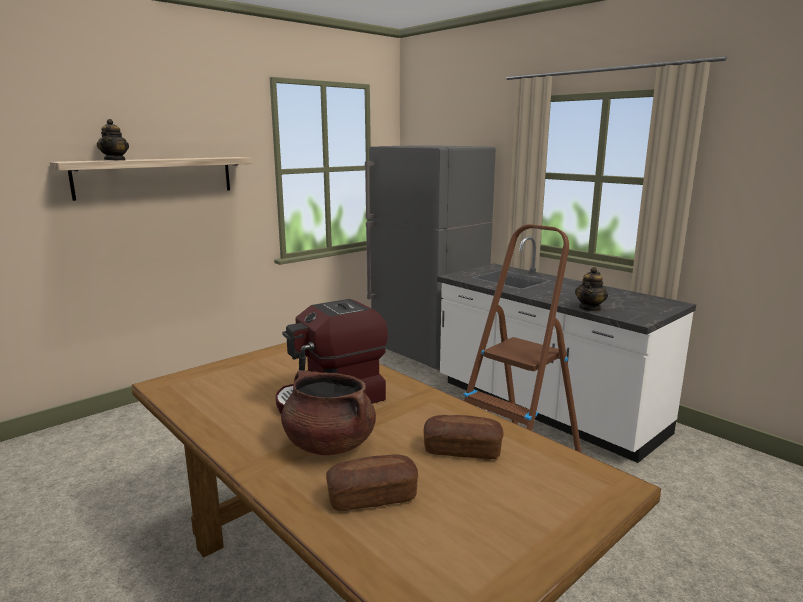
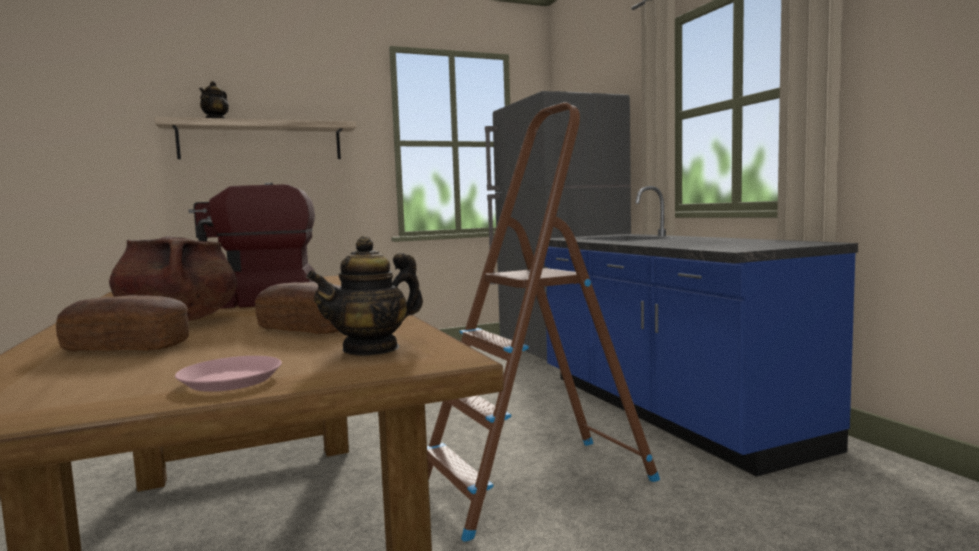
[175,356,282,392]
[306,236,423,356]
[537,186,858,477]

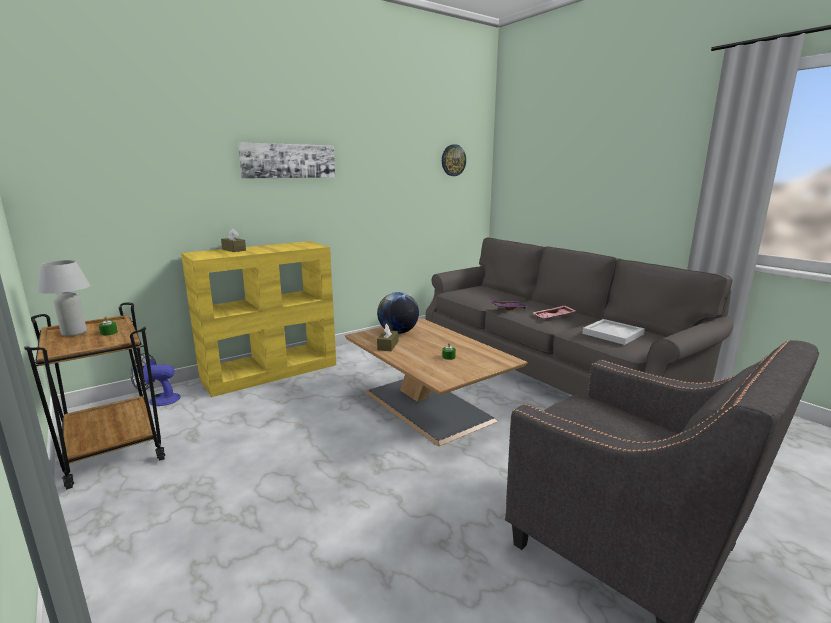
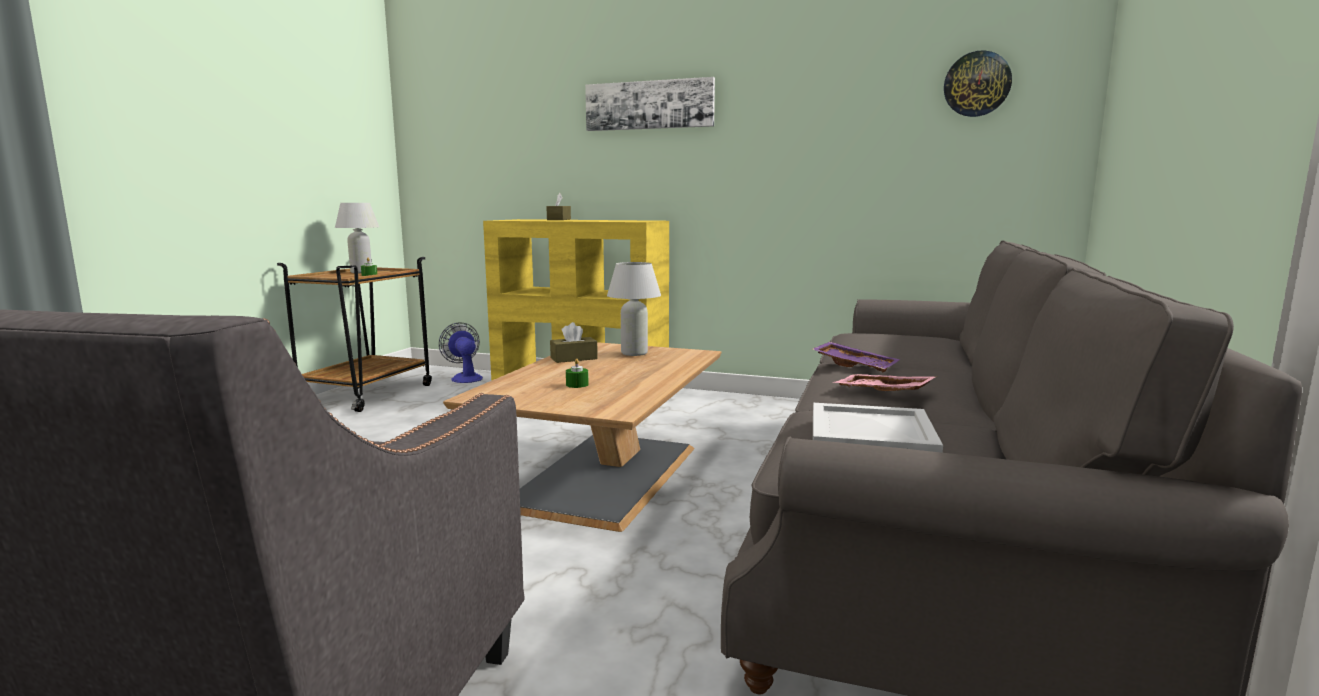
[607,262,661,356]

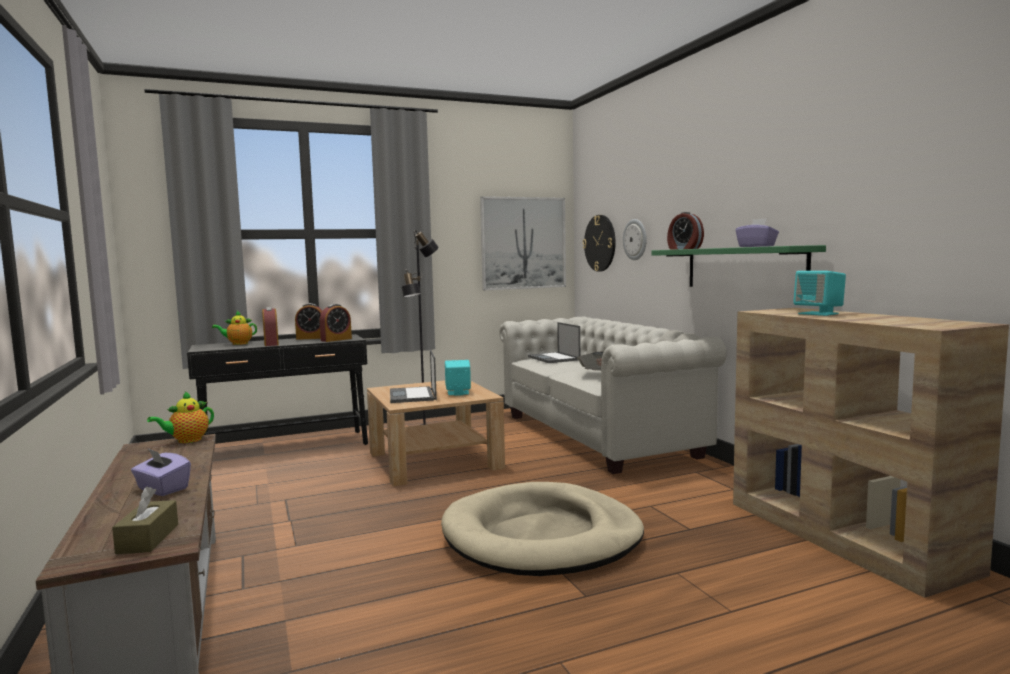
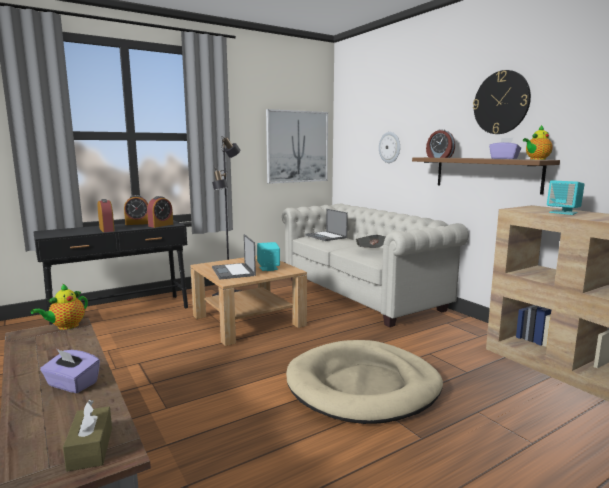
[412,157,560,195]
[473,70,531,134]
[523,125,553,160]

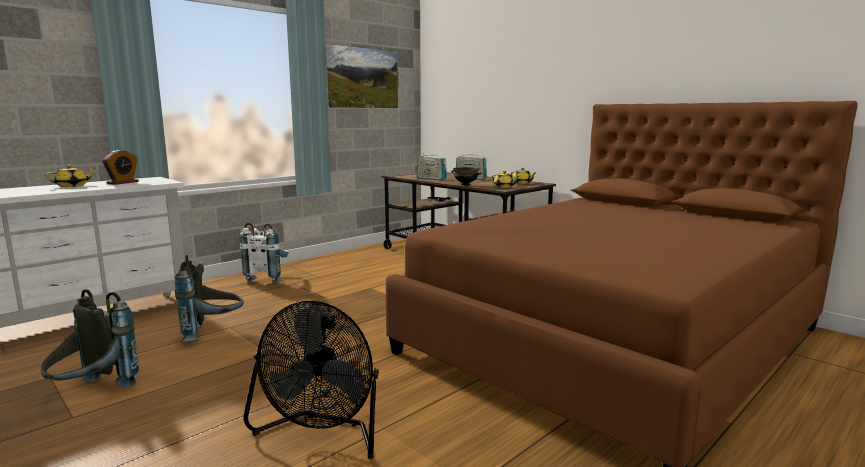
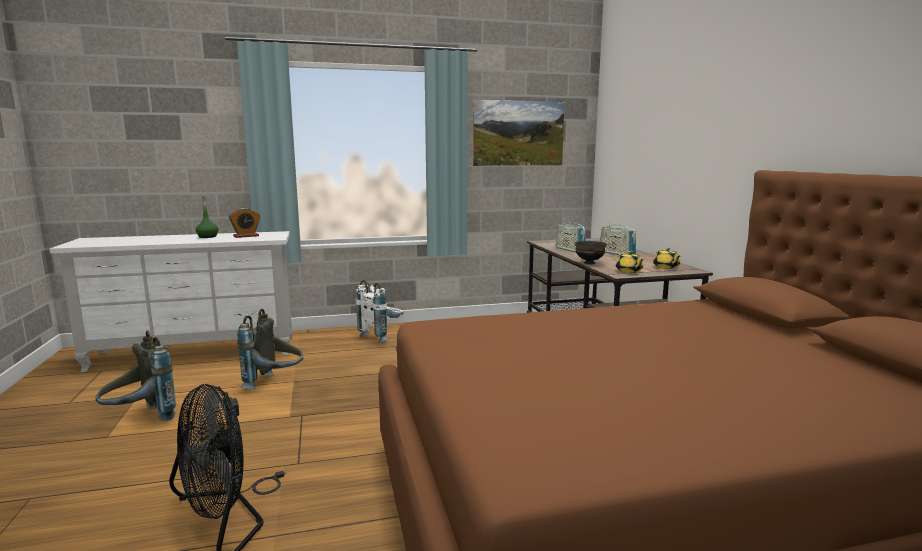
[196,197,218,238]

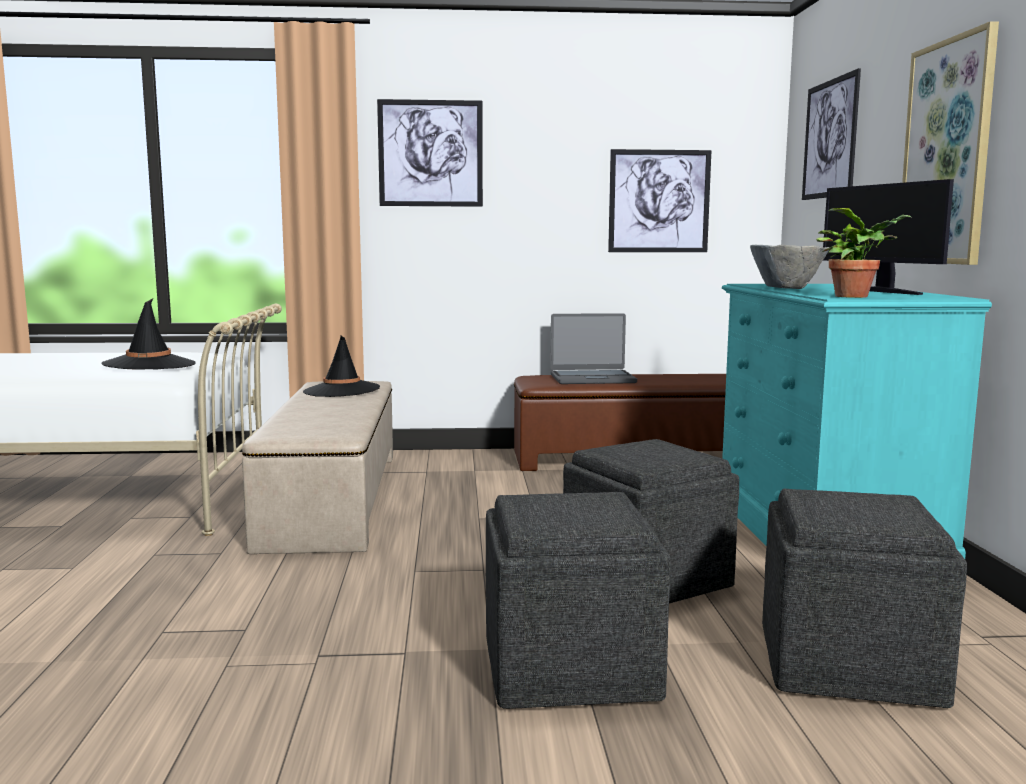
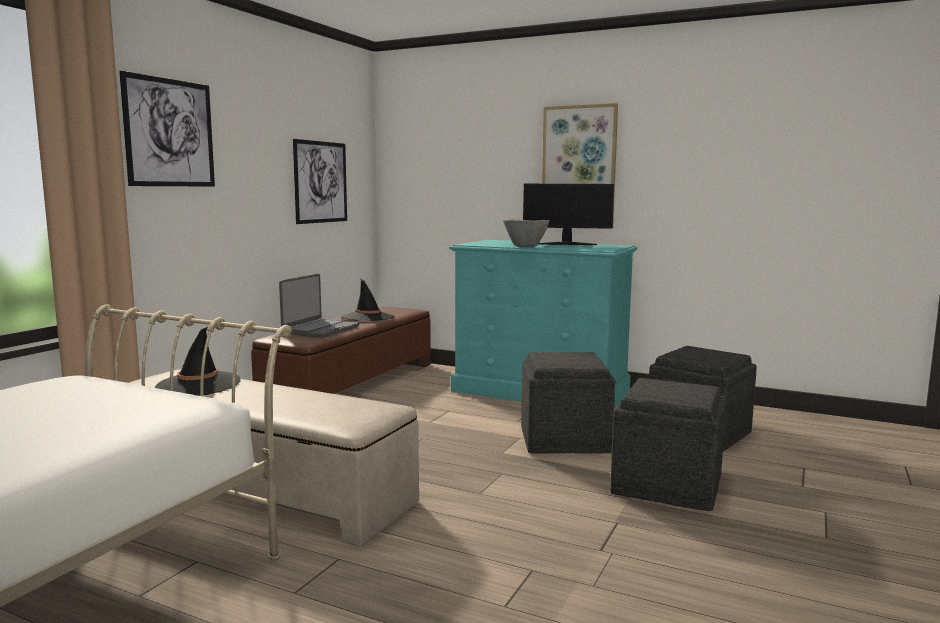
[341,278,395,321]
[802,68,861,200] (first image)
[816,208,912,298] (first image)

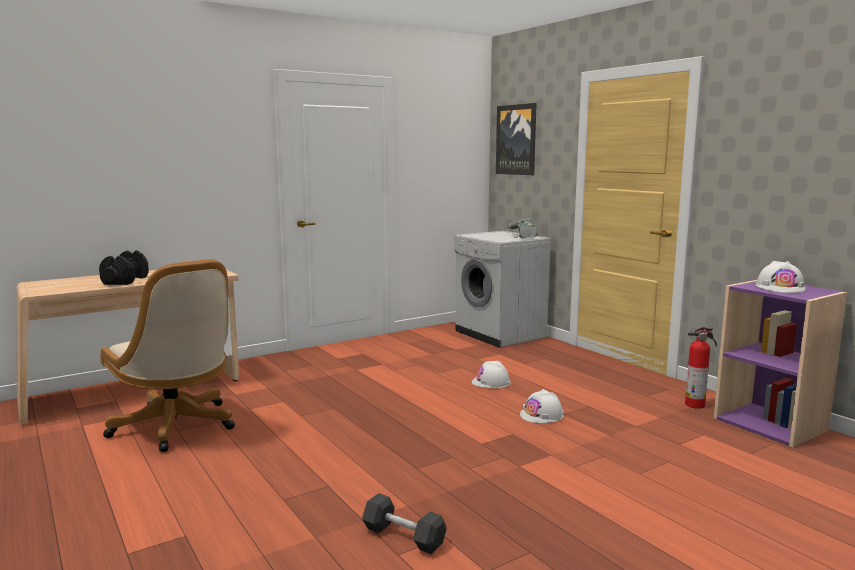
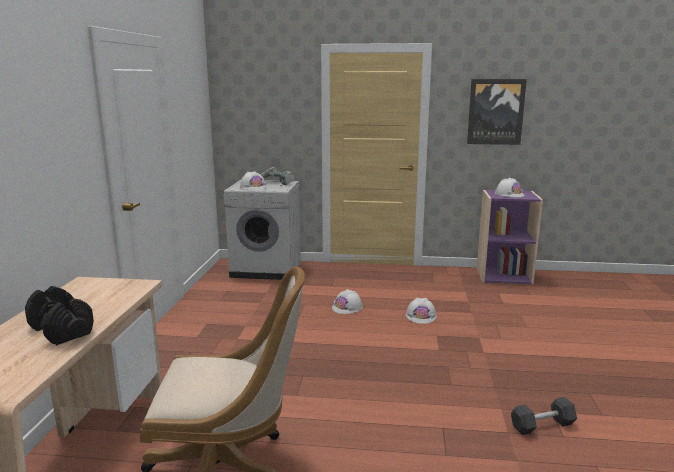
[240,171,267,190]
[467,79,527,145]
[685,327,717,409] (first image)

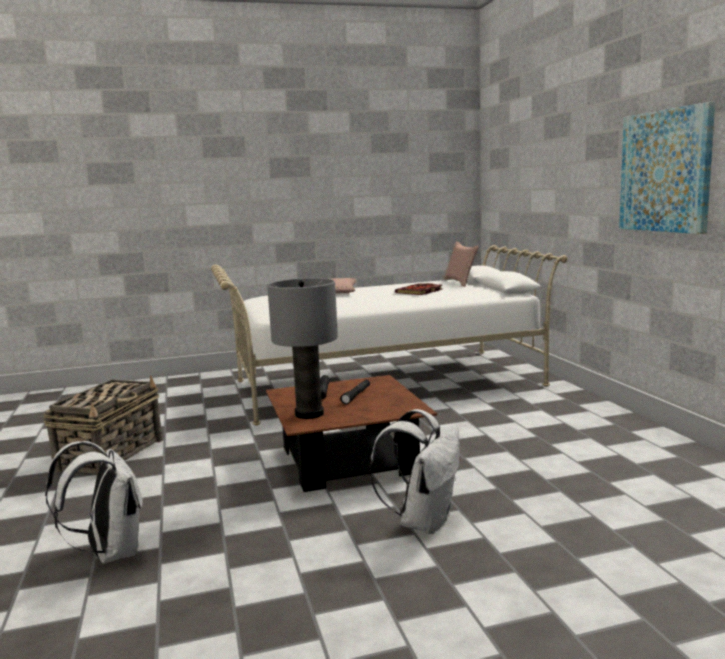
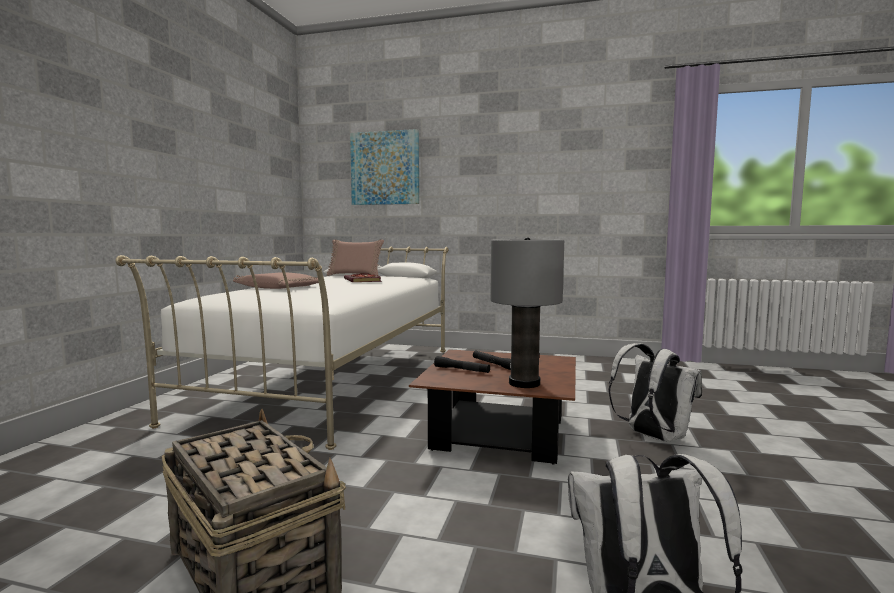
[350,129,419,205]

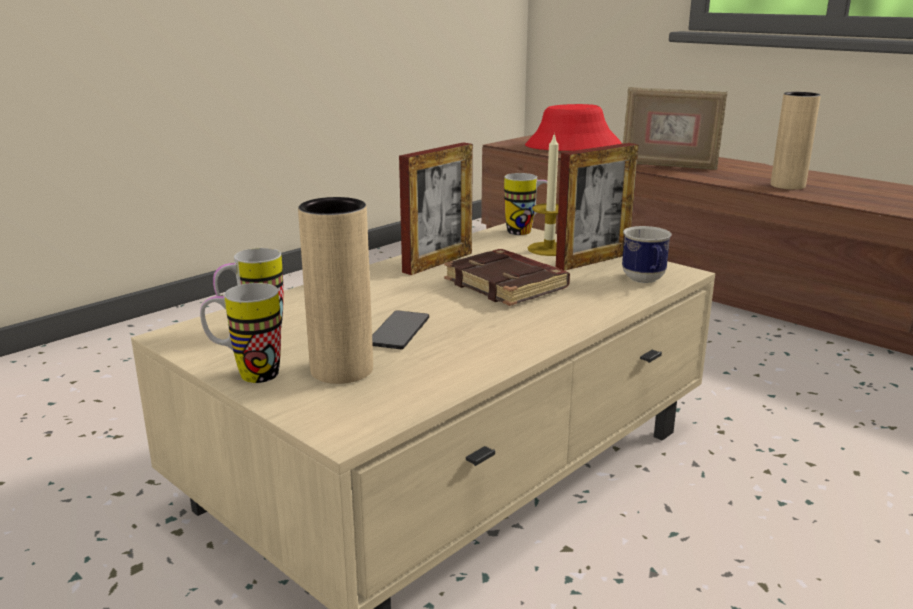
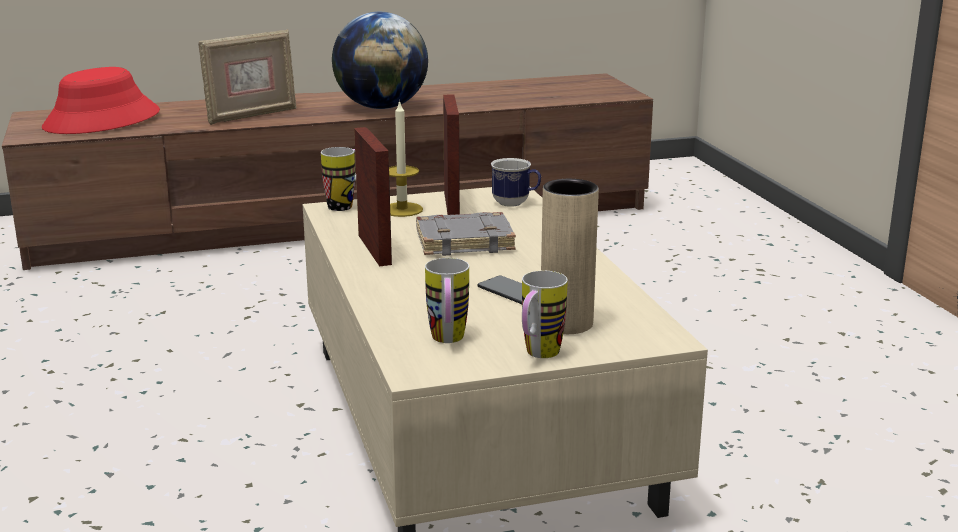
[332,12,428,109]
[416,212,516,256]

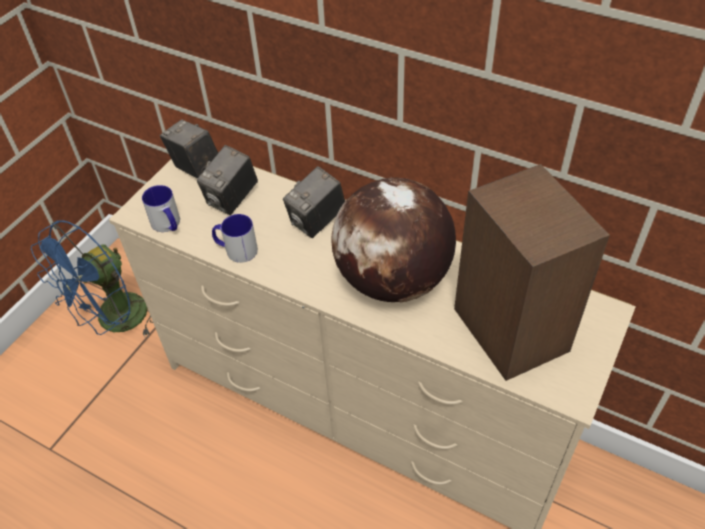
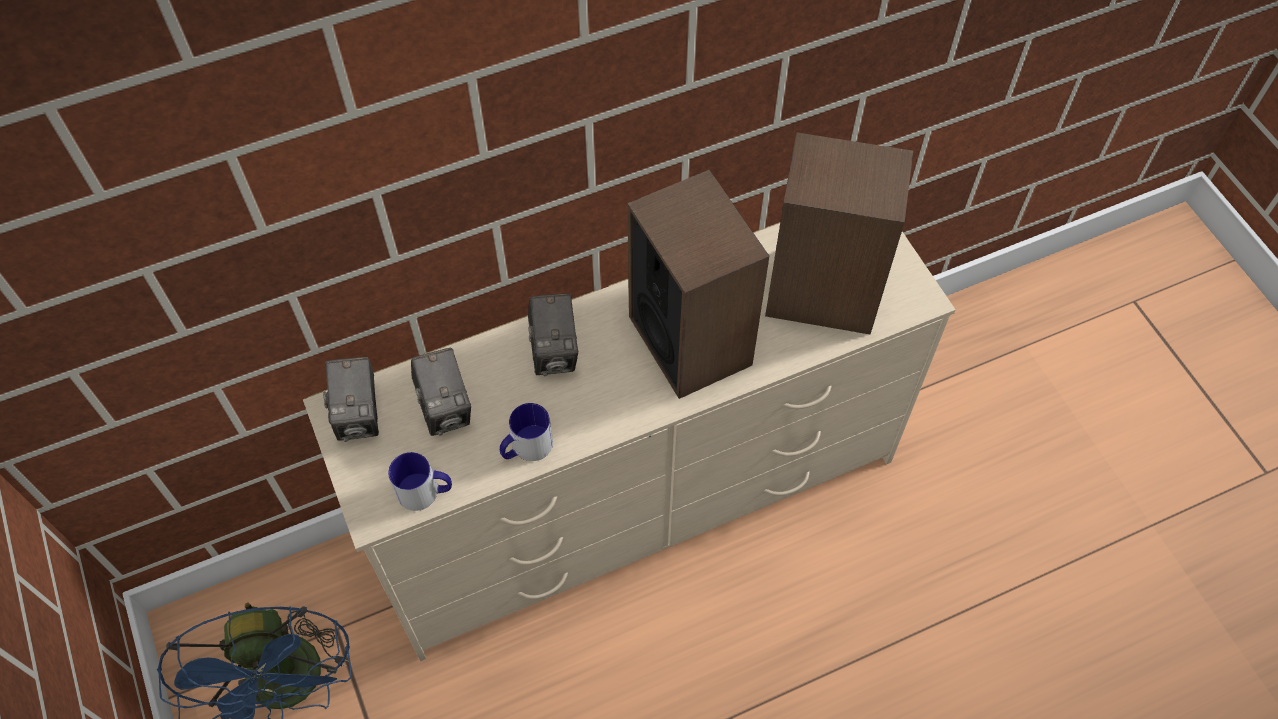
[323,357,379,442]
[628,170,769,399]

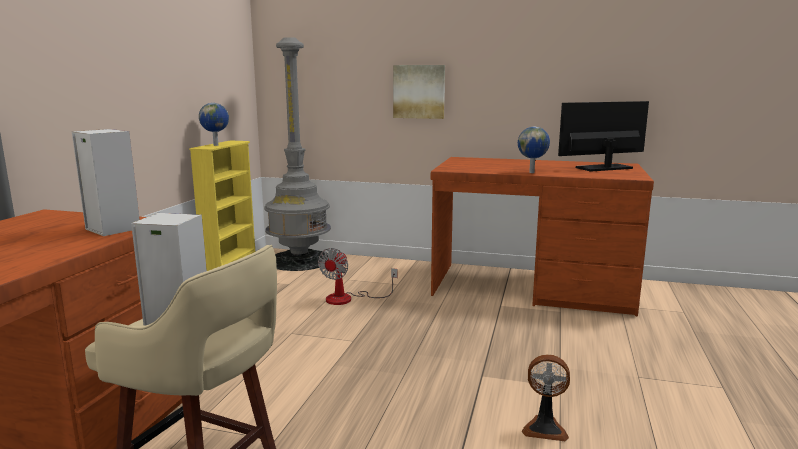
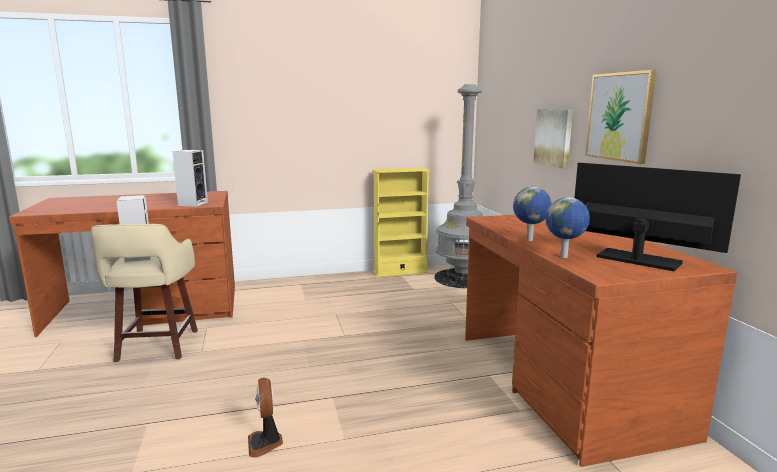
[546,197,590,258]
[585,70,657,164]
[318,248,397,305] (first image)

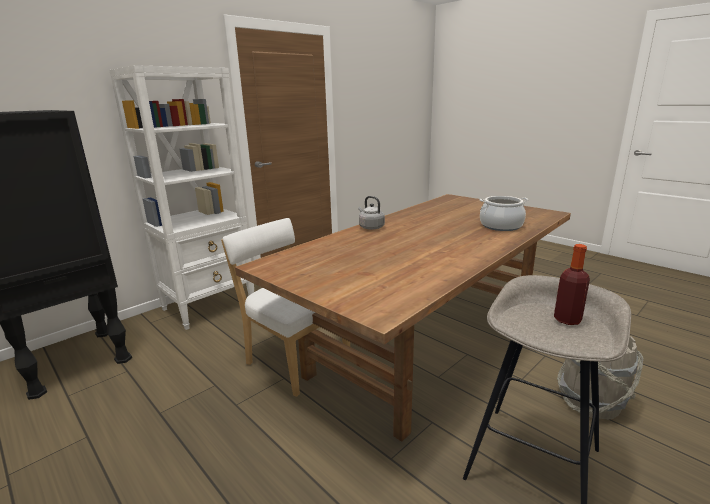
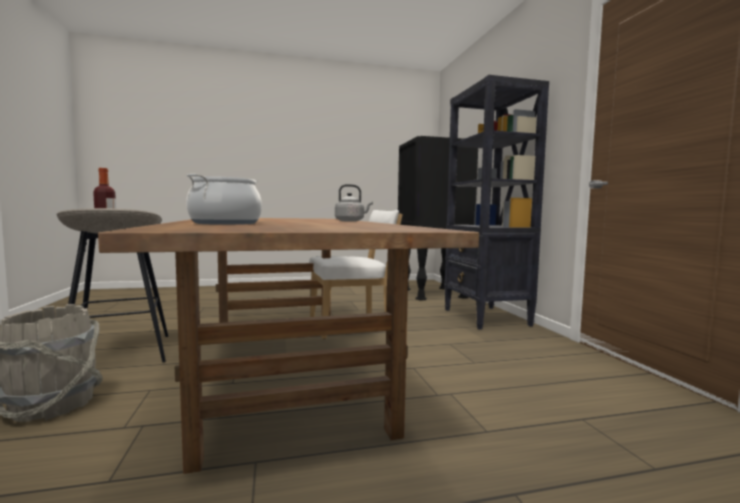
[444,75,549,330]

